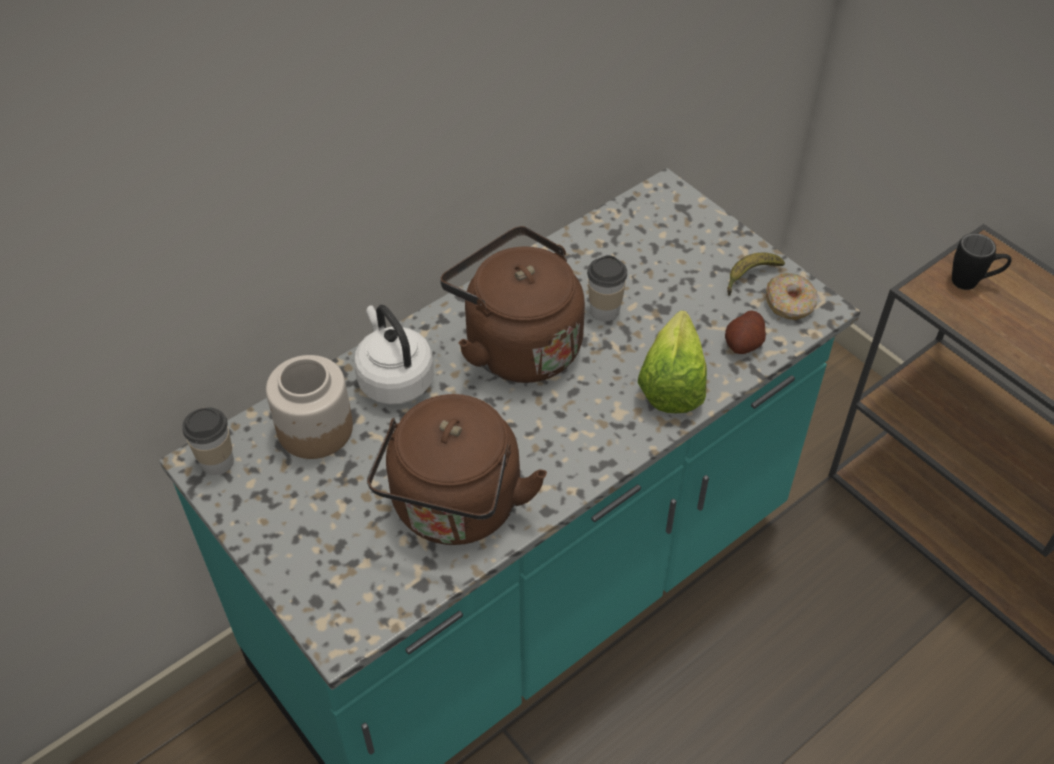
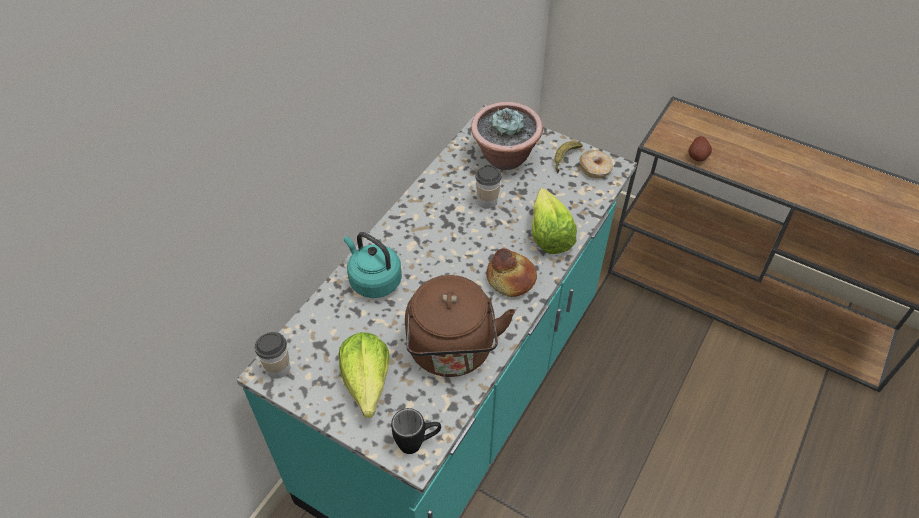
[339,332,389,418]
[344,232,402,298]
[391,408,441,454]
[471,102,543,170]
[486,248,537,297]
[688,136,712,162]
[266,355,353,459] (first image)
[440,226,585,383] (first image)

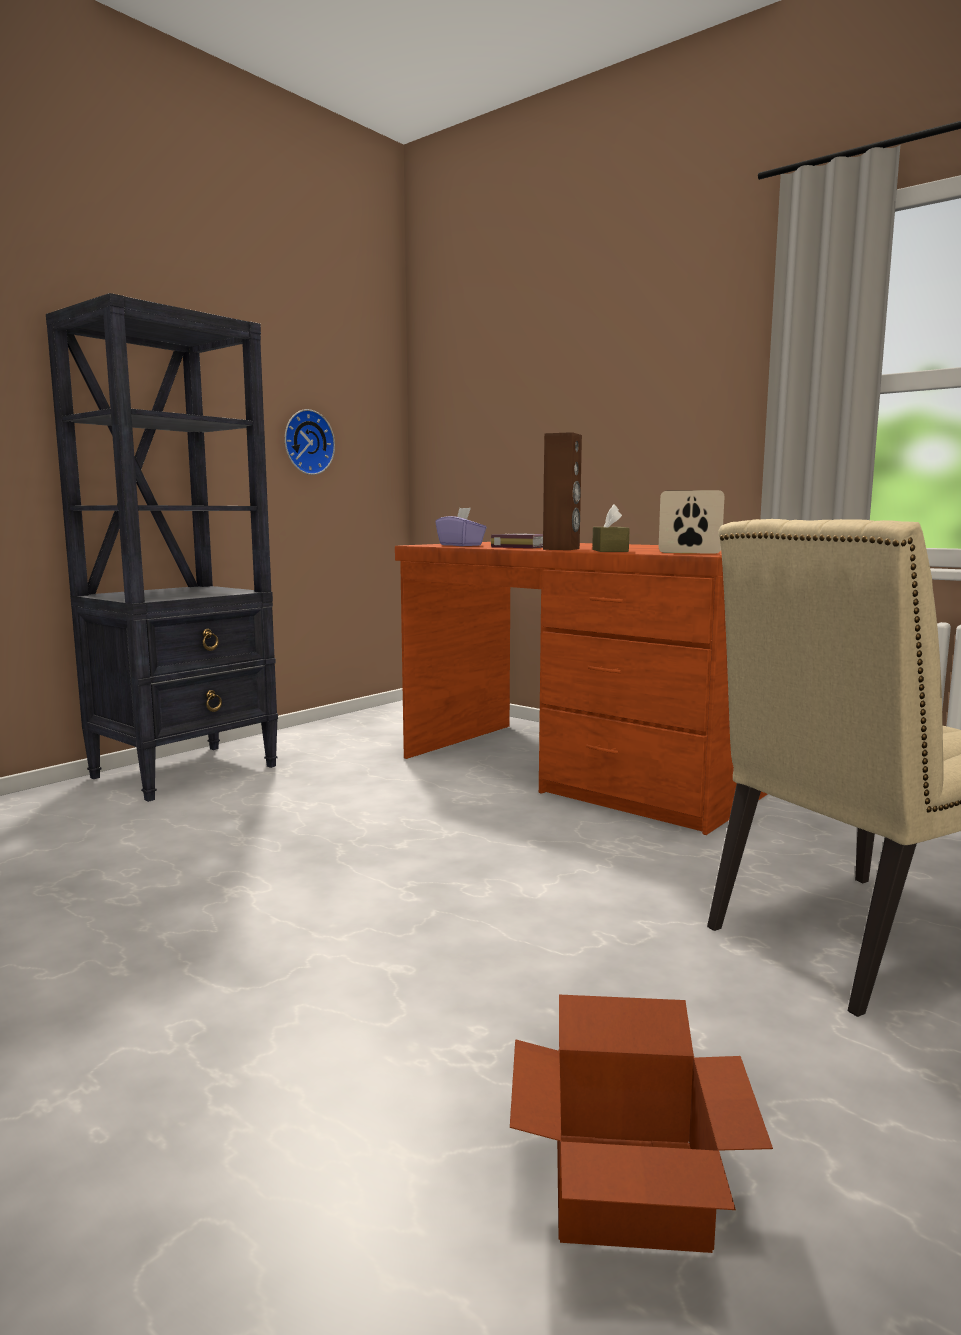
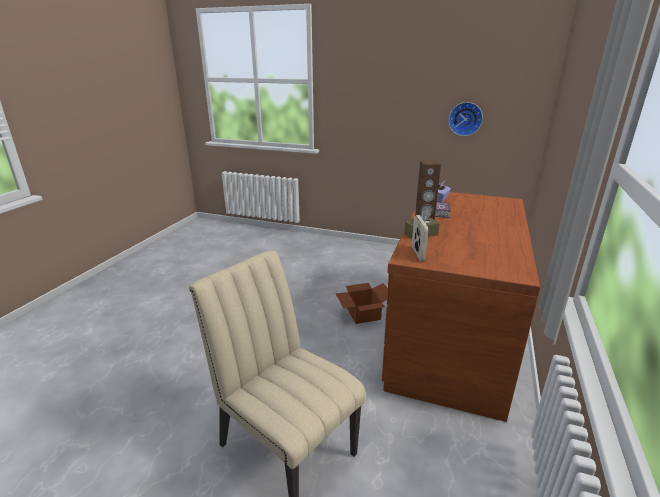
[335,283,388,324]
[46,293,278,802] (first image)

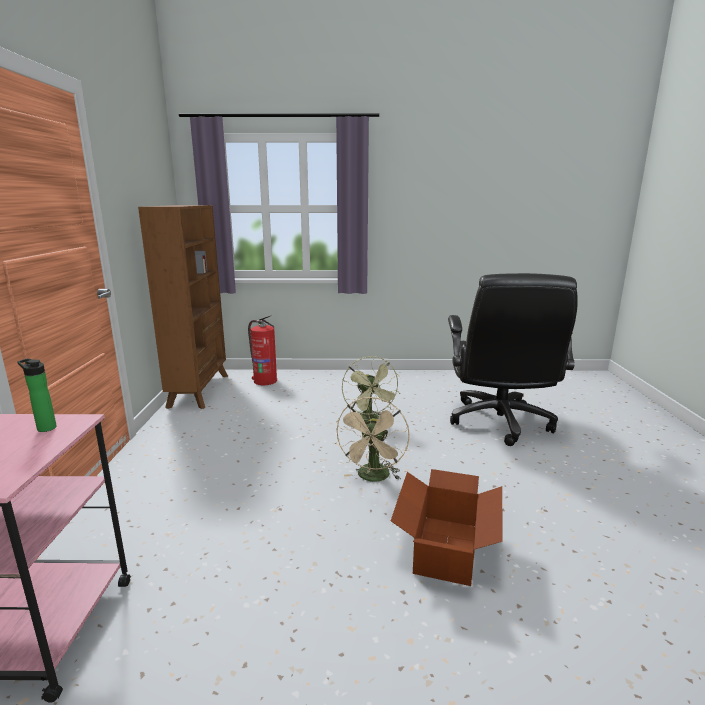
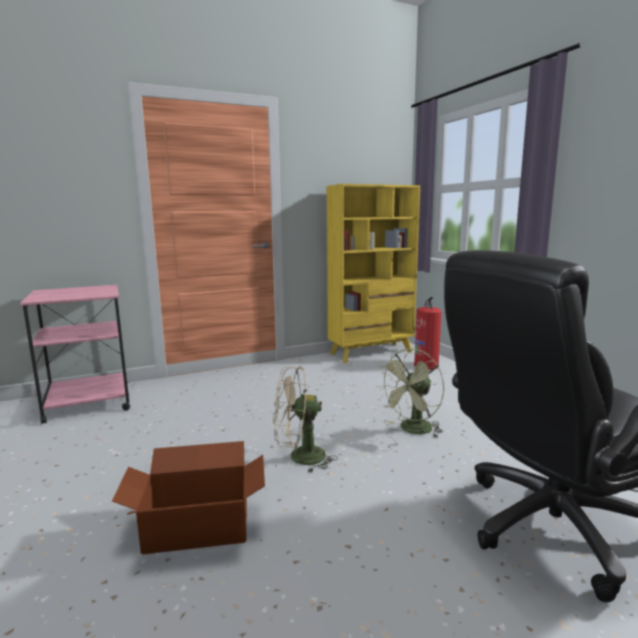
[327,184,420,363]
[17,358,57,432] (first image)

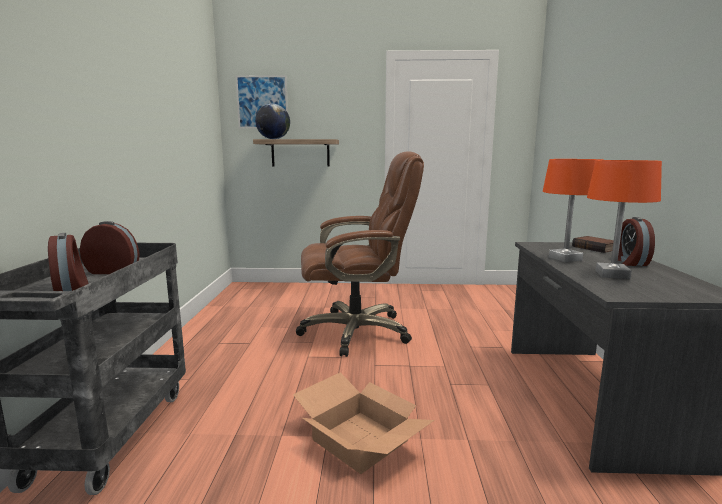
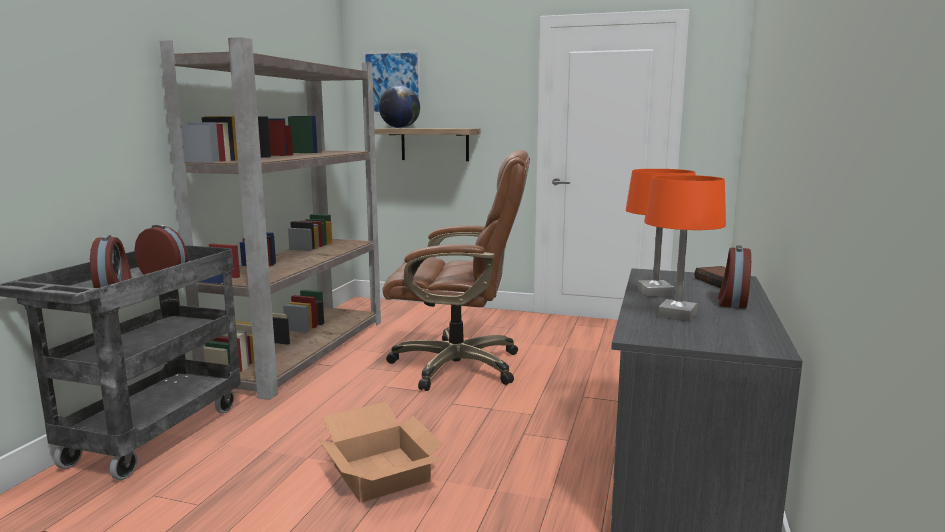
[160,37,381,400]

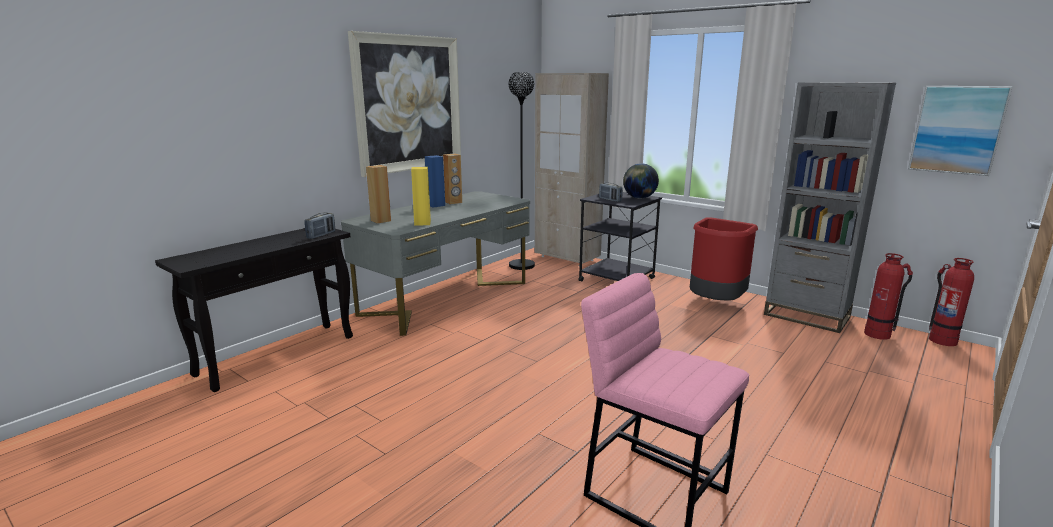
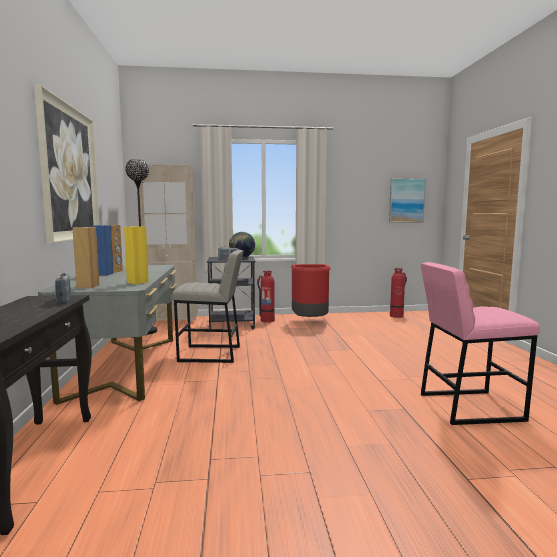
[172,249,243,363]
[257,271,275,323]
[764,82,896,333] (first image)

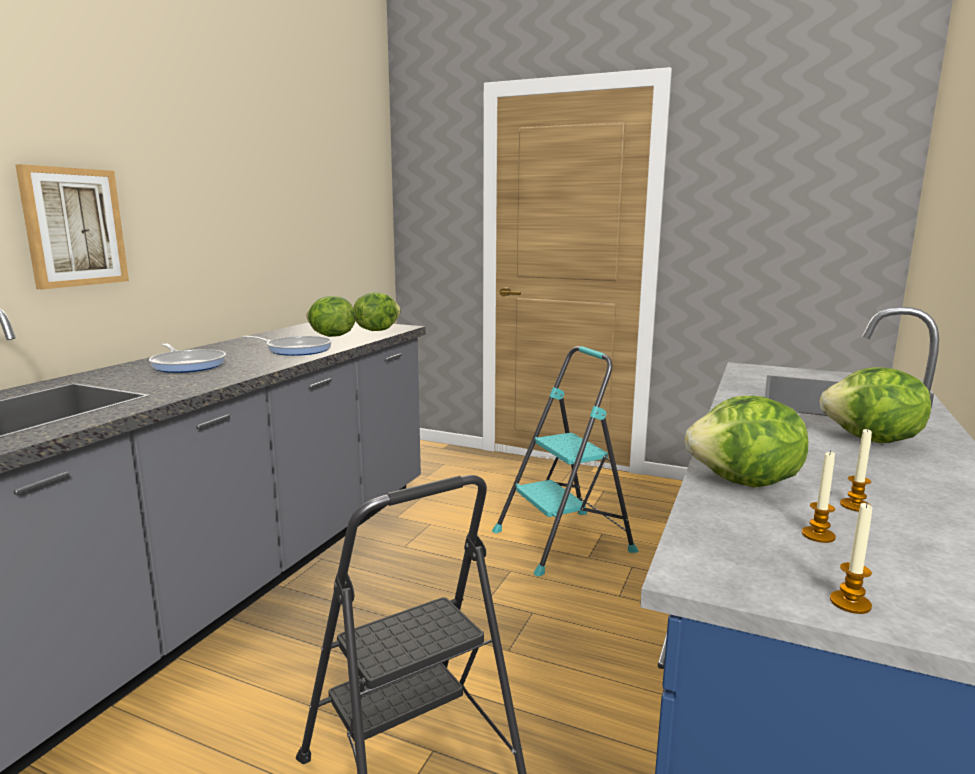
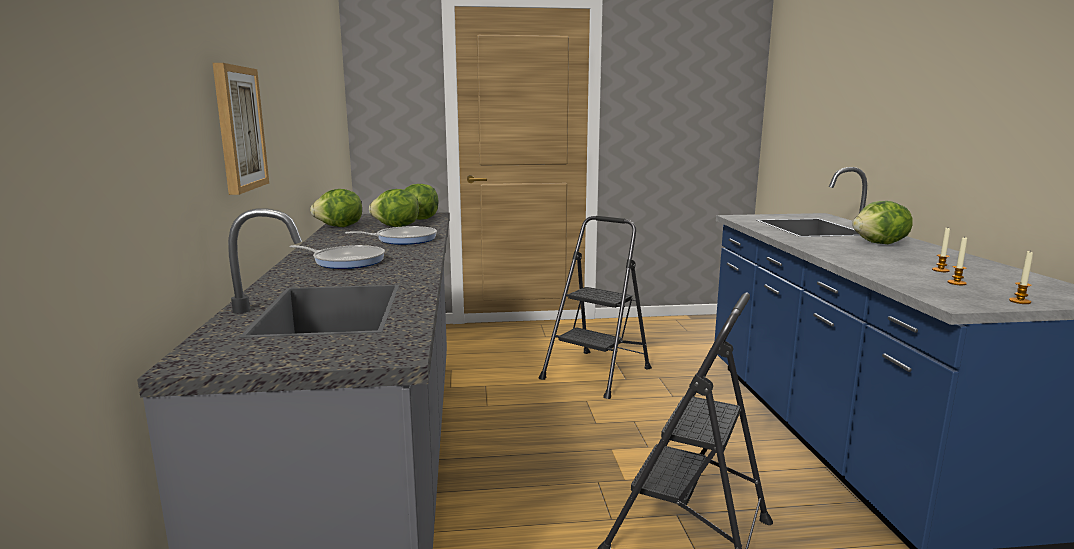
[310,189,362,227]
[539,216,652,399]

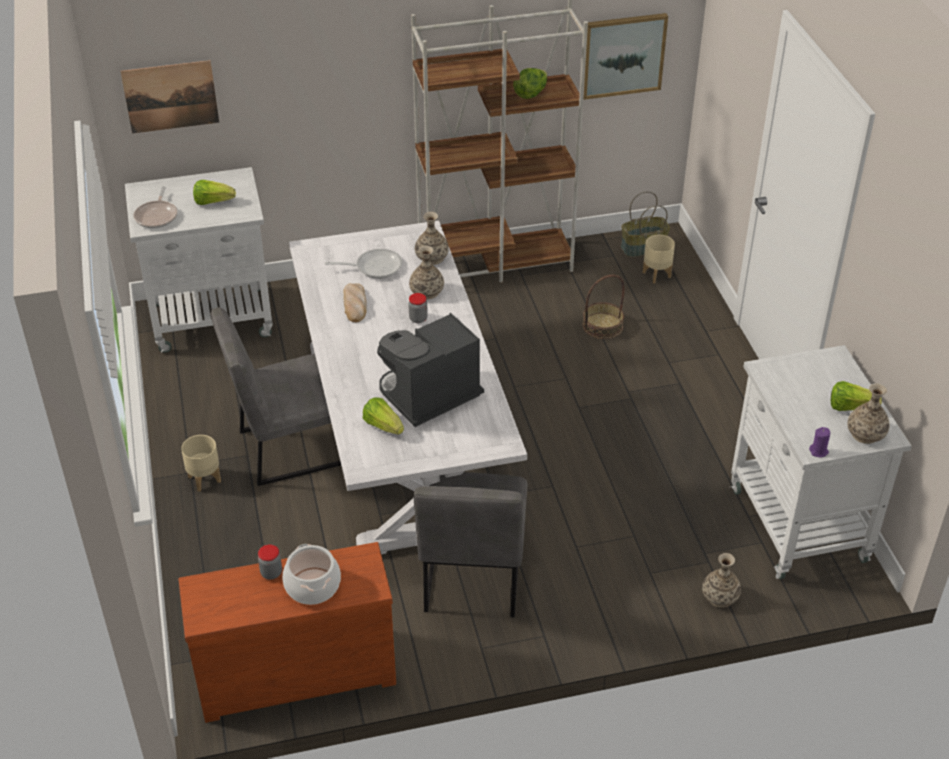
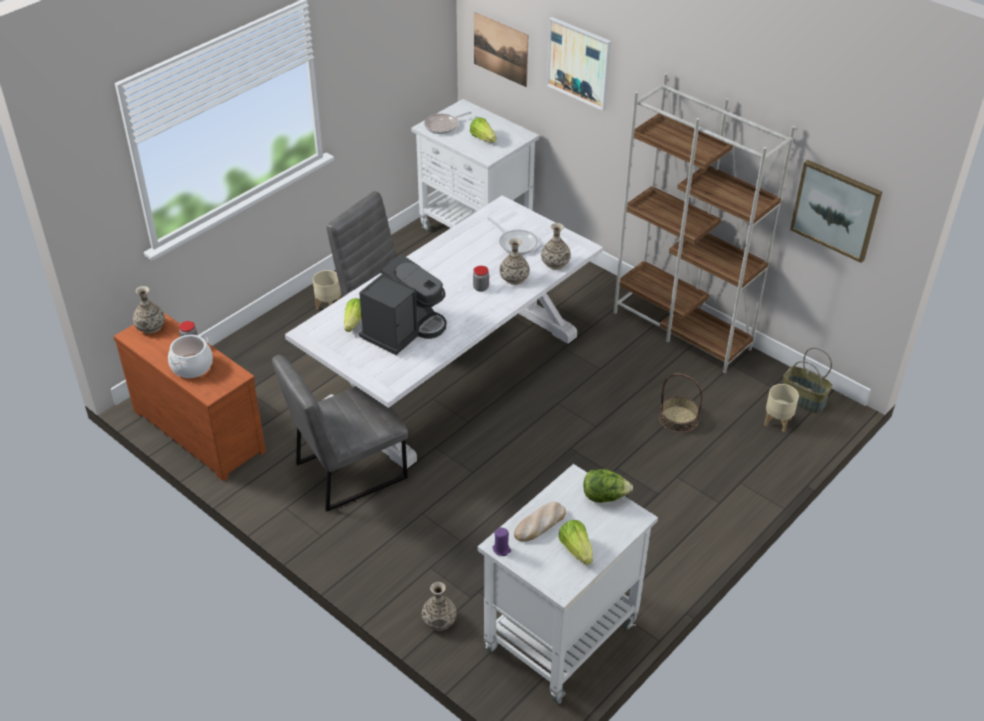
[133,286,165,334]
[359,254,446,355]
[514,502,566,542]
[546,17,611,111]
[583,469,633,503]

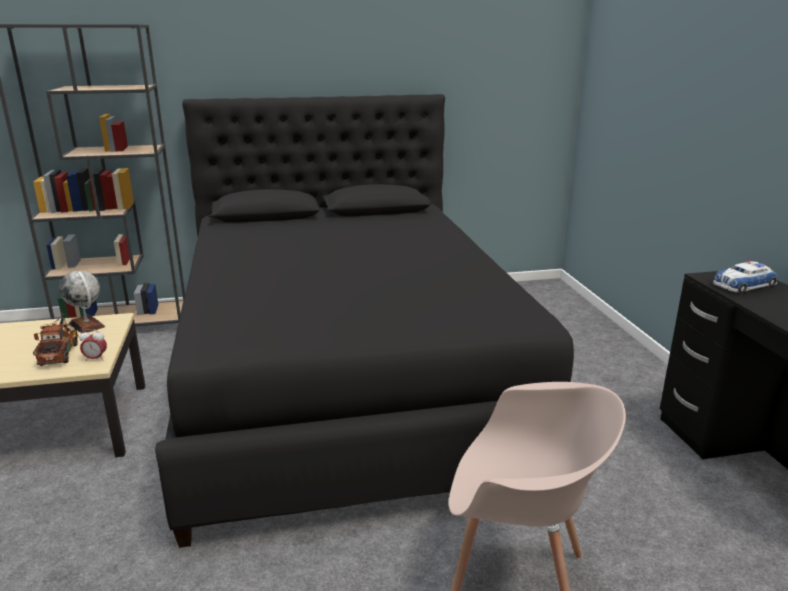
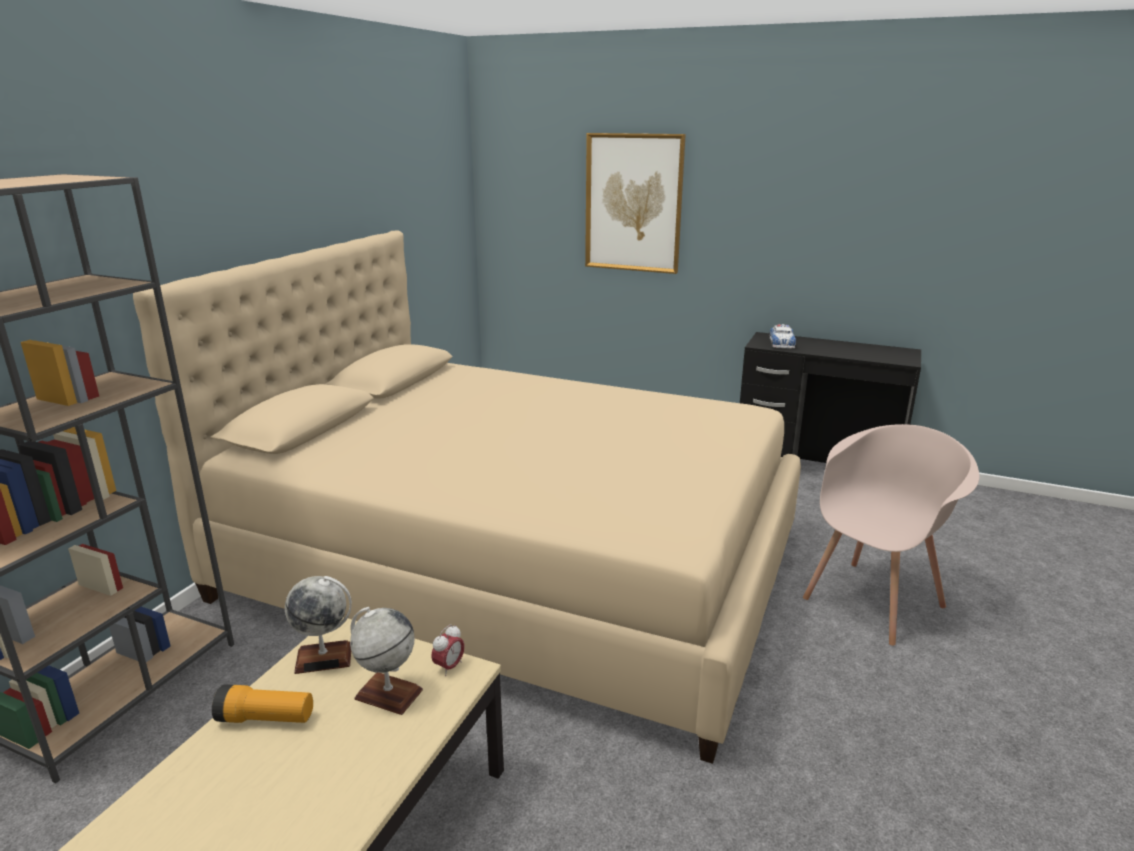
[133,230,801,764]
[212,684,313,723]
[350,607,423,715]
[585,133,686,274]

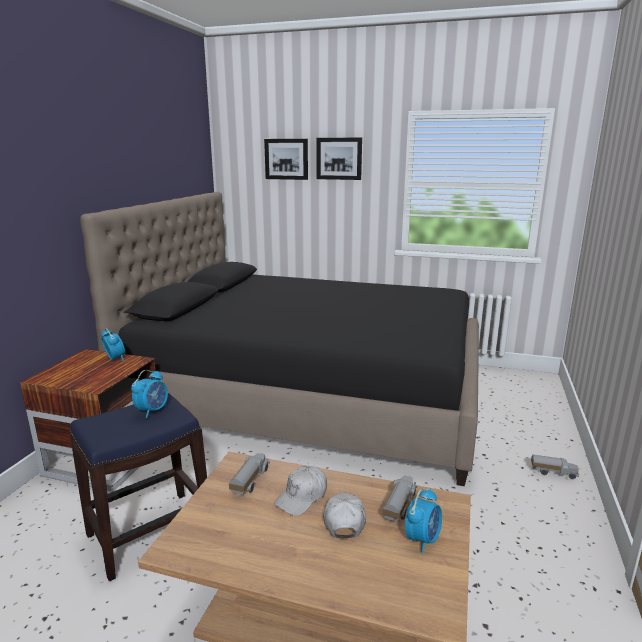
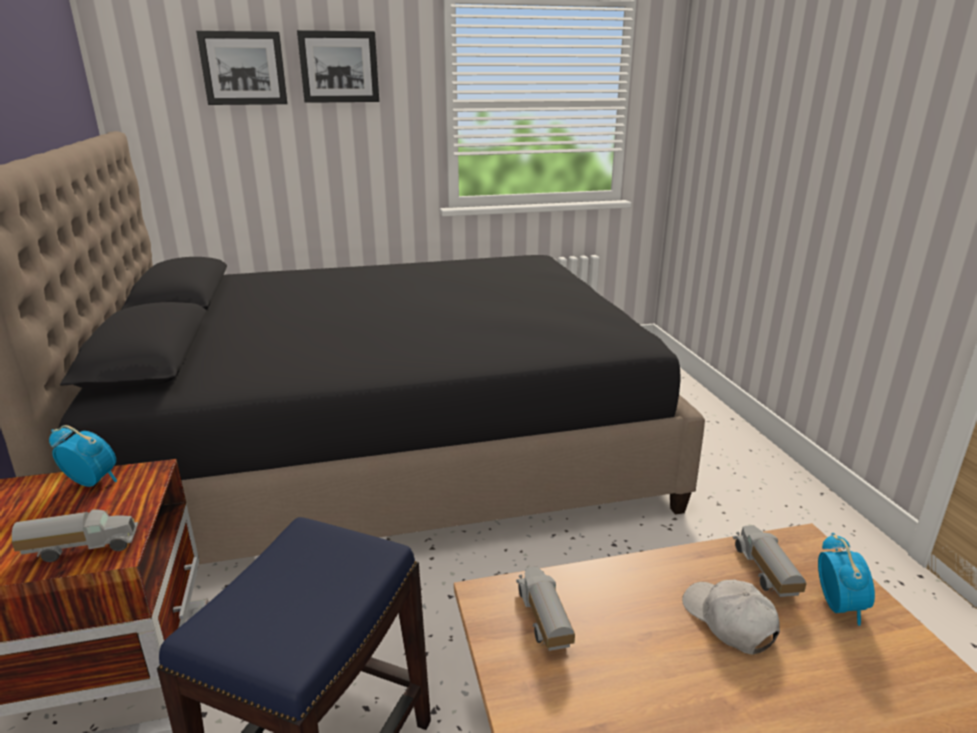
[12,509,138,562]
[131,370,168,418] (first image)
[274,466,327,516] (first image)

